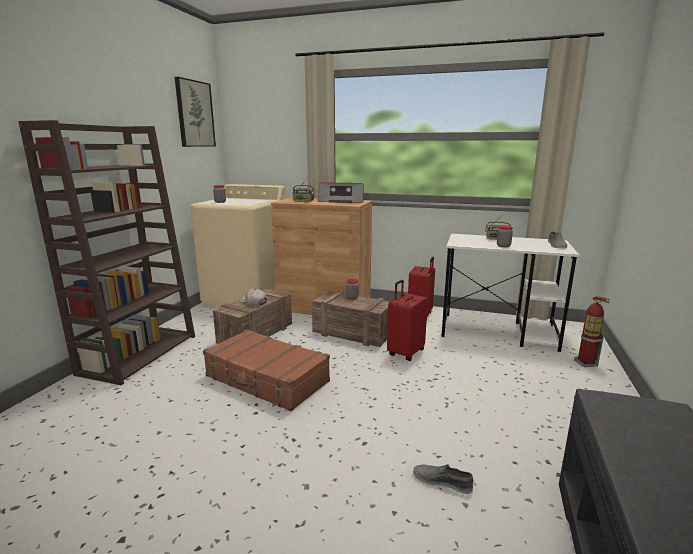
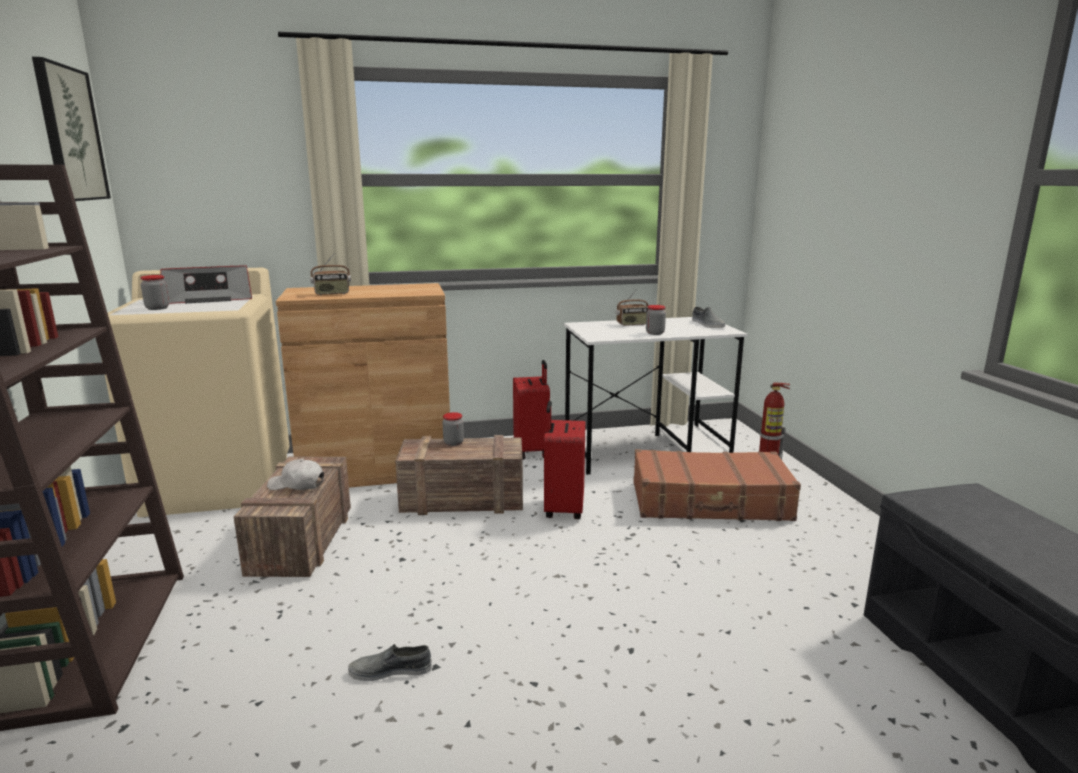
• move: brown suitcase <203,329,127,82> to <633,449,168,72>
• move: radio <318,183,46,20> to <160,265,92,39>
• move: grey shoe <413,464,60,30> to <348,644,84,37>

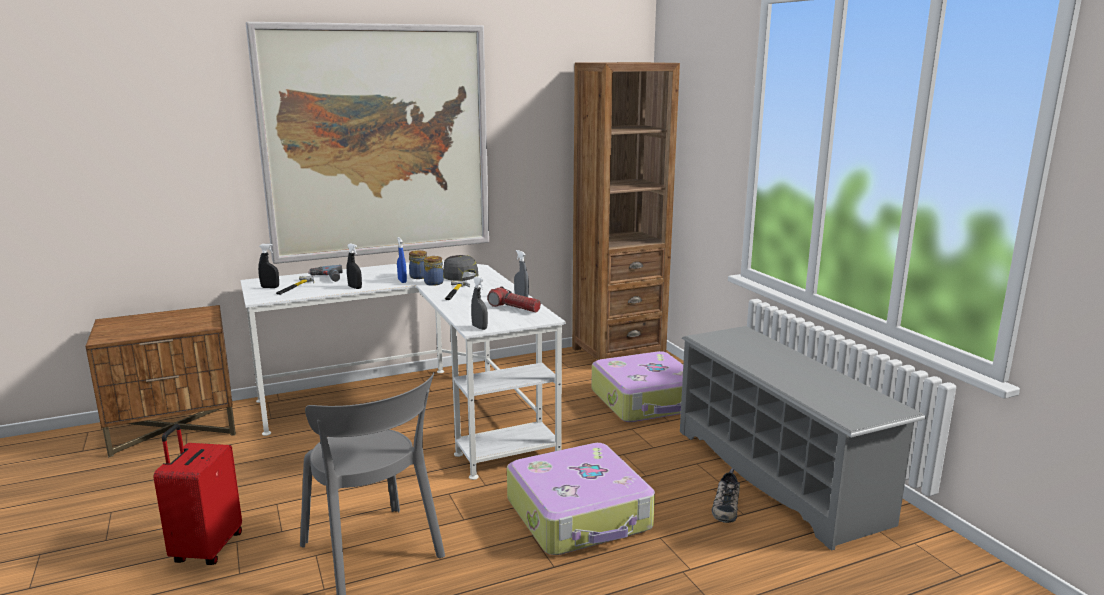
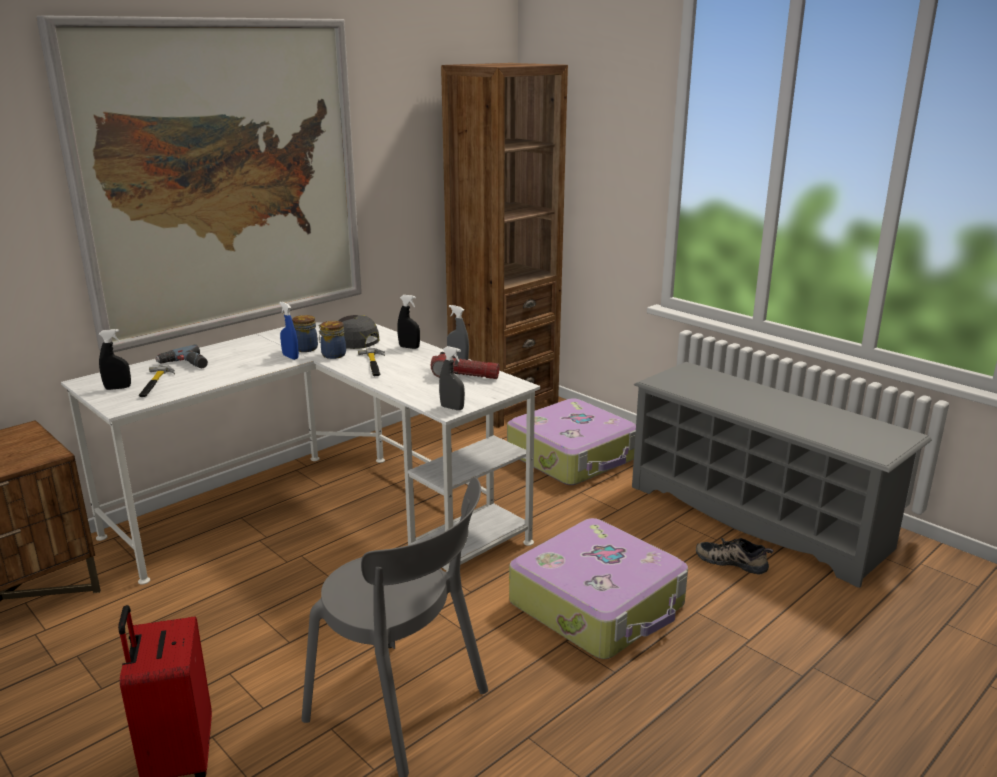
• move: black spray bottle <347,243,15,46> to <397,295,23,54>
• rotate: shoe <712,468,28,55> = <696,538,78,37> 120 degrees clockwise

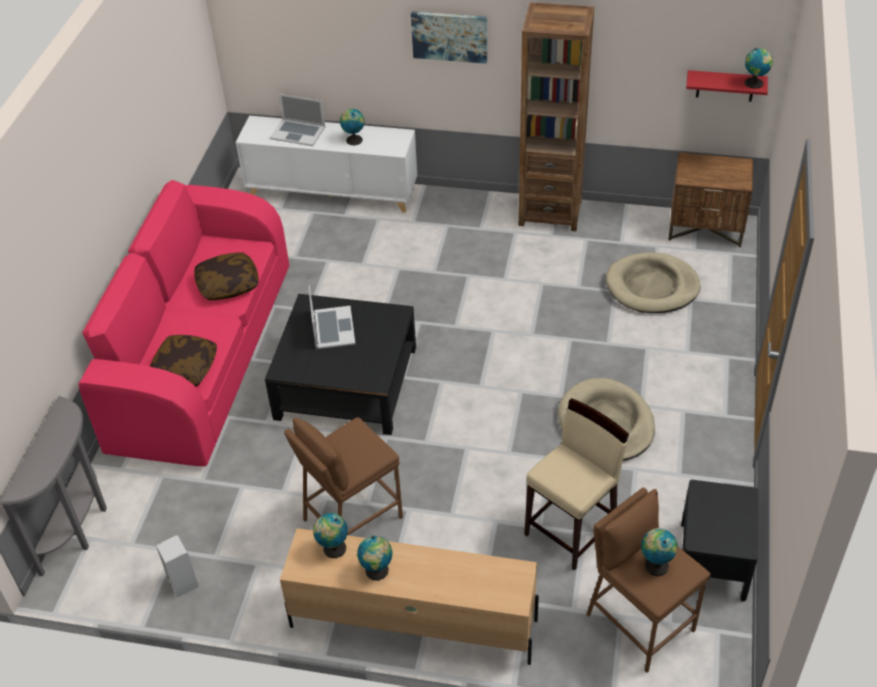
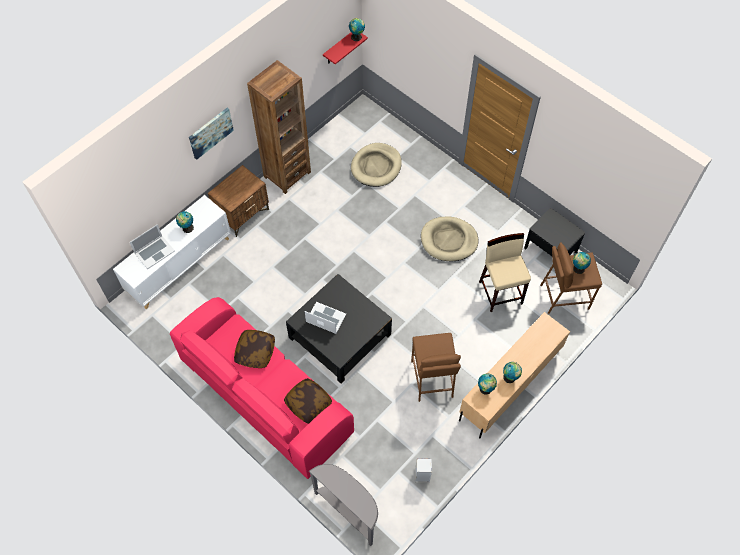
• move: brown nightstand <668,152,85,96> to <208,165,61,72>

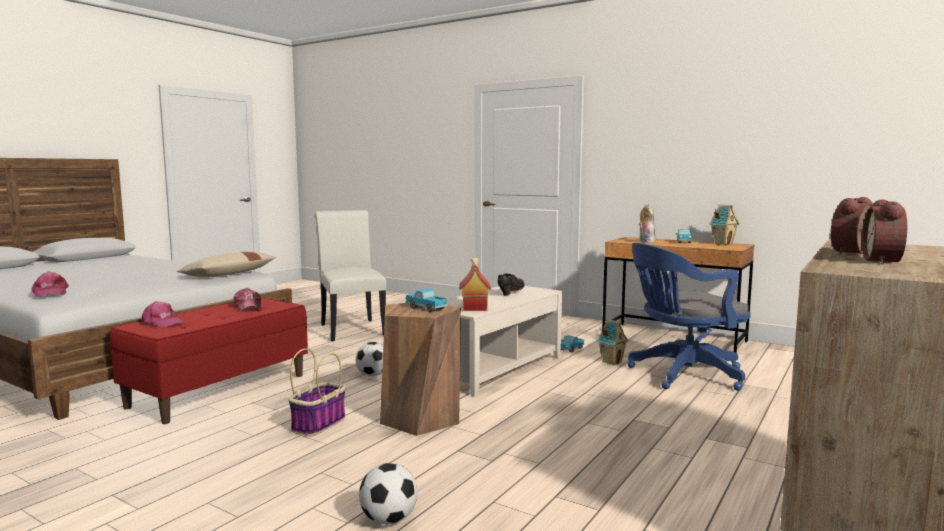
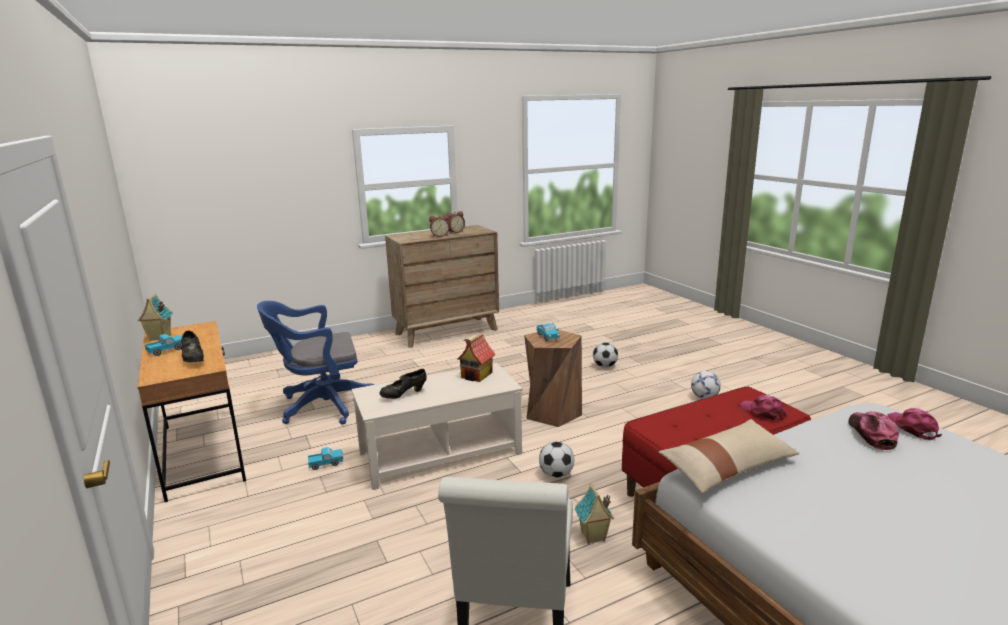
• delete: basket <288,348,58,88>
• insert: football <691,371,30,28>
• move: cap <234,288,28,24> to <848,411,51,39>
• move: toy house <597,319,31,46> to <575,483,39,61>
• replace: plush toy <639,204,17,39> to black shoe <181,331,23,31>
• rotate: blue office chair <628,243,123,148> = <257,301,117,124> 150 degrees clockwise

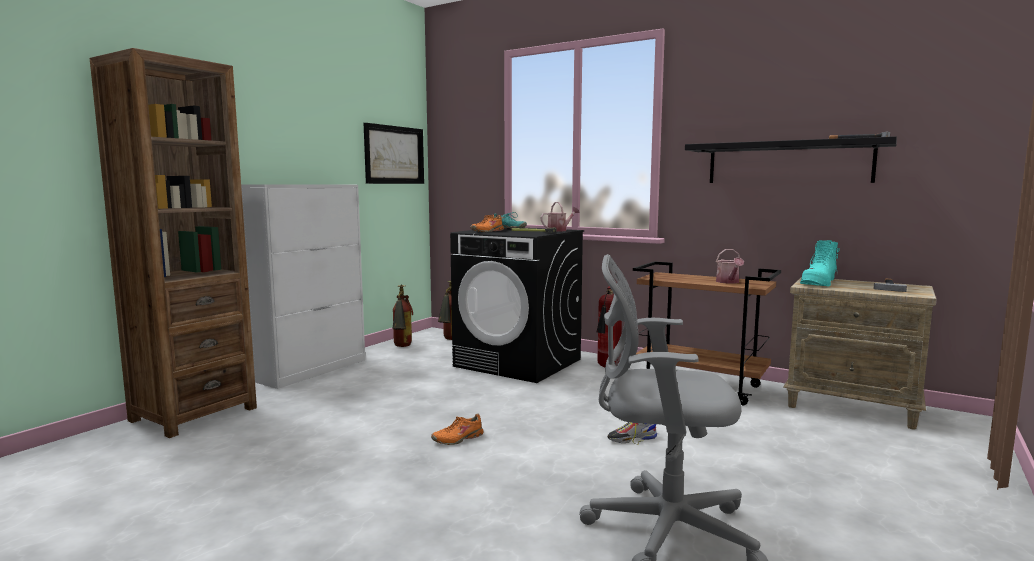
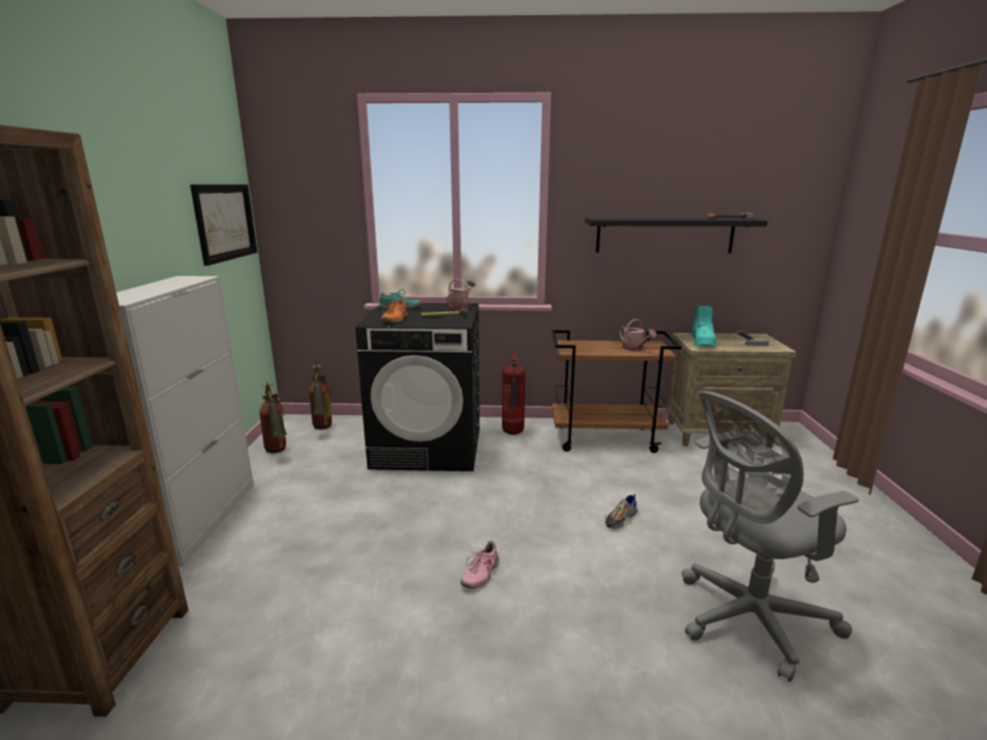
• recolor: orange shoe <431,413,52,32> to pink shoe <460,540,41,49>

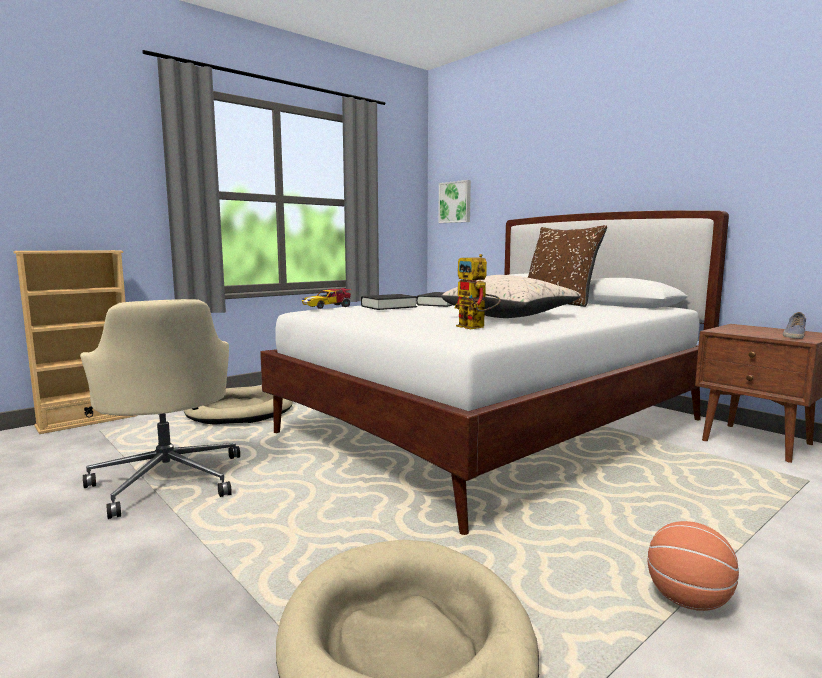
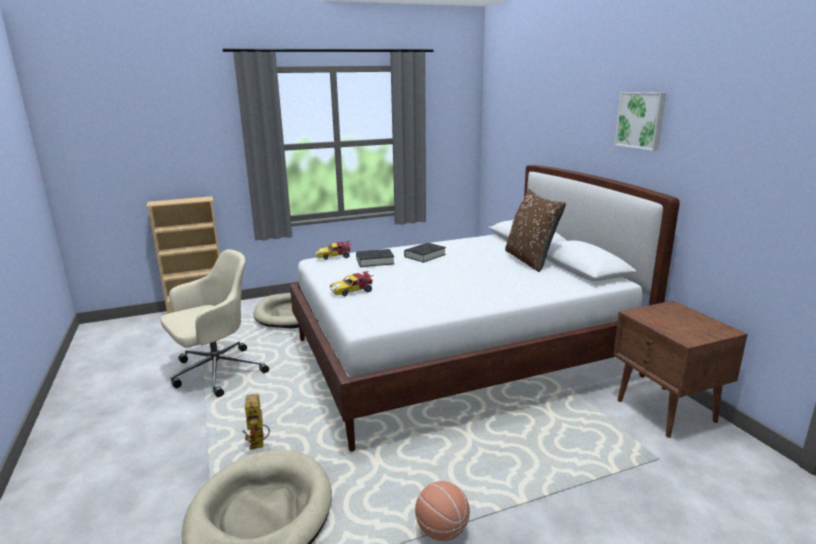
• delete: beige pillow <442,275,139,43>
• delete: shoe <783,312,23,27>
• insert: toy car <329,271,44,25>
• move: picture <438,180,33,43> to <615,92,51,59>
• move: toy robot <454,254,47,75> to <242,394,28,56>
• rotate: beige office chair <80,299,160,220> = <160,250,109,147> 120 degrees counterclockwise

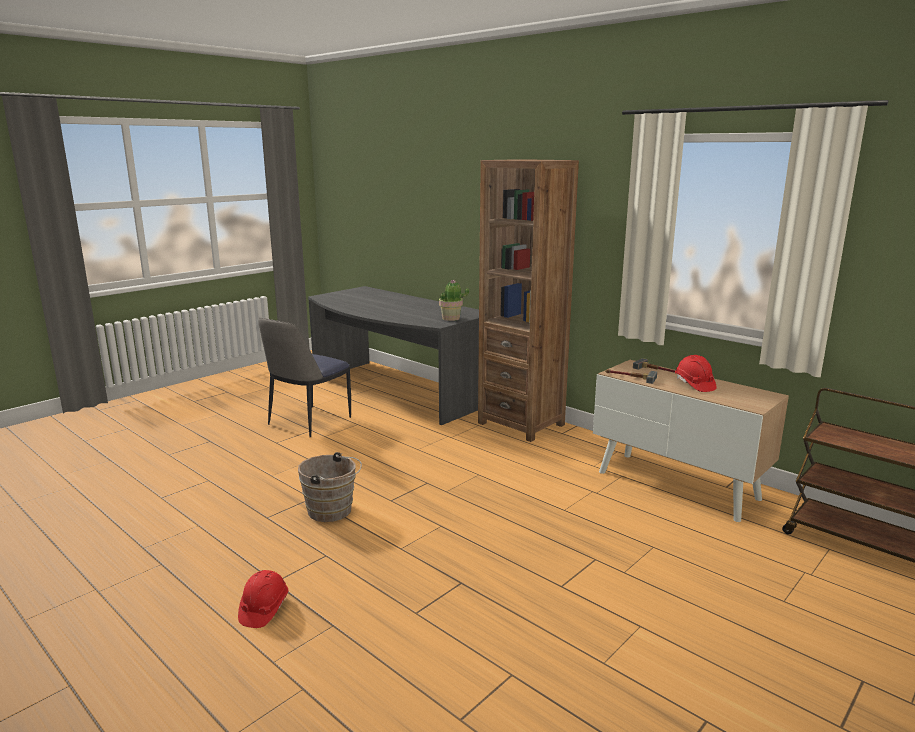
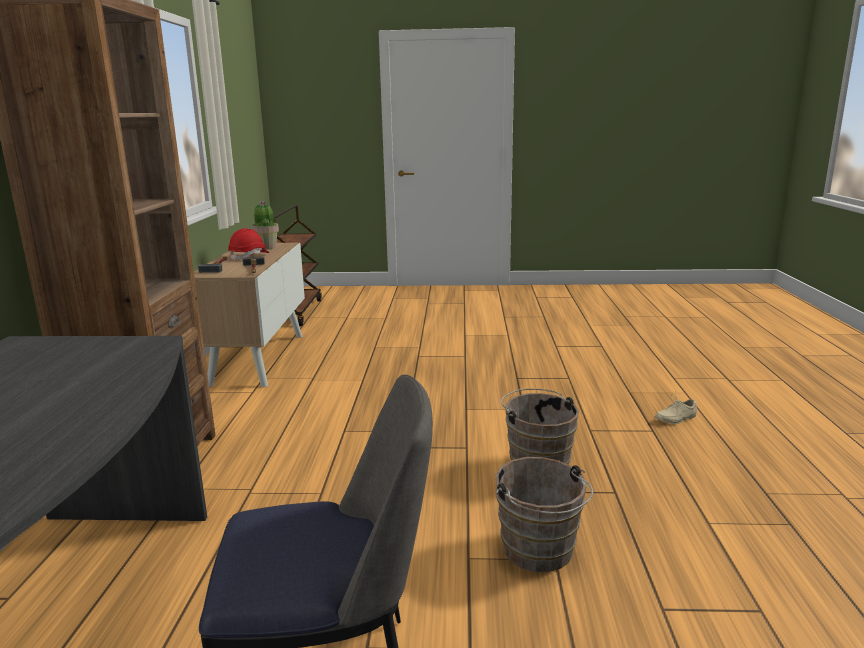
• insert: brown bucket <495,457,98,115>
• move: potted plant <439,279,30,42> to <250,201,29,49>
• replace: red hard hat <238,570,50,58> to beige shoe <655,391,42,33>

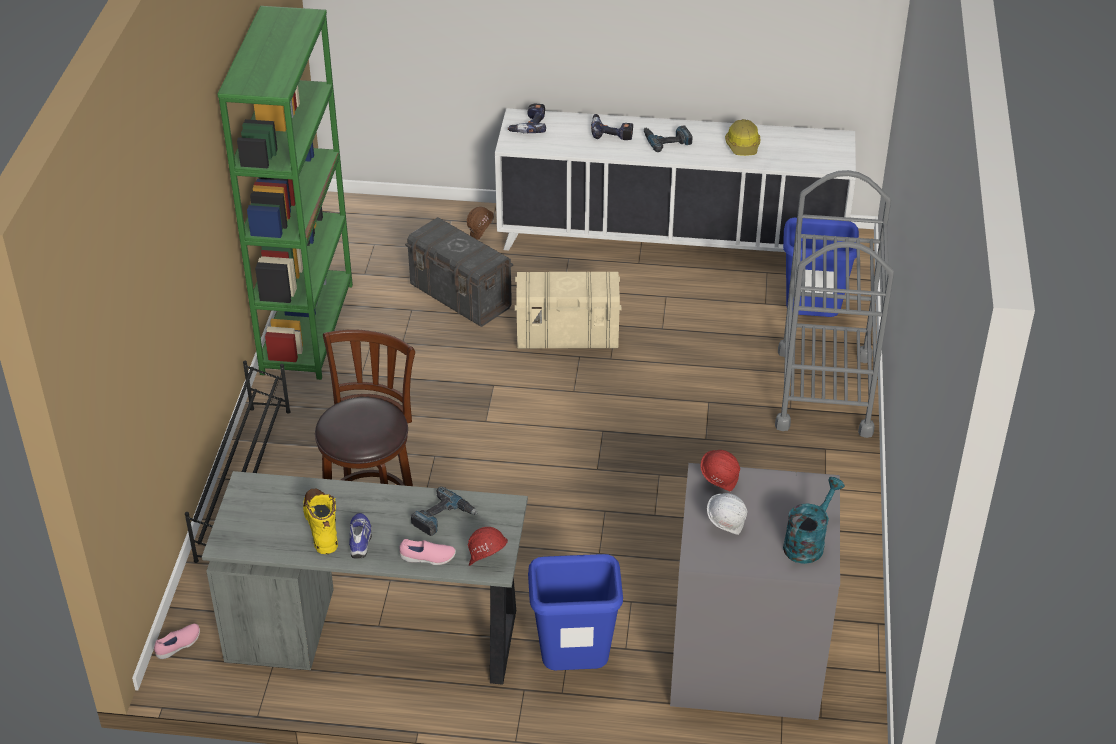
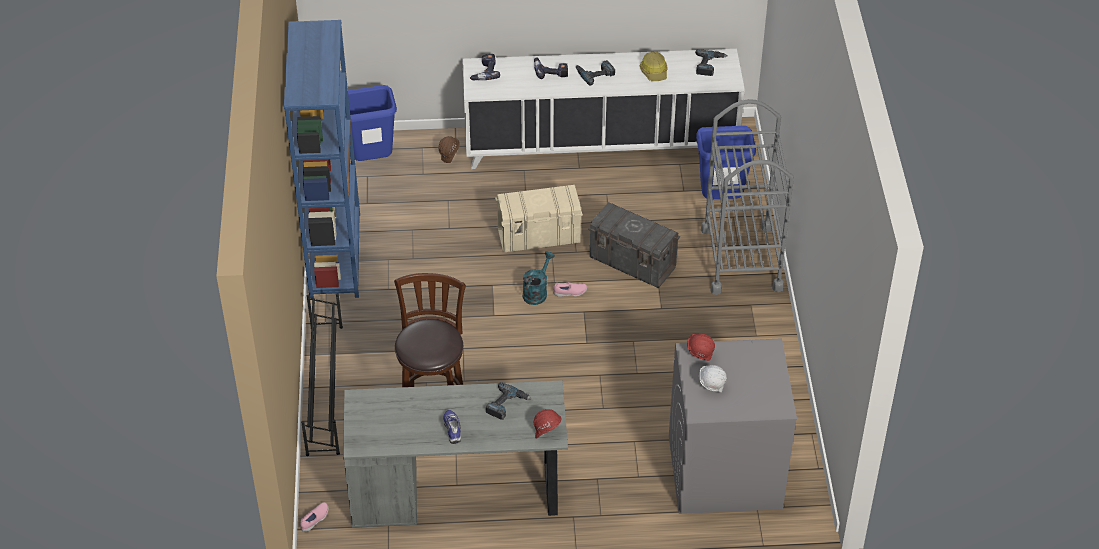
• delete: yellow boot <303,489,35,65>
• insert: power drill <695,49,32,27>
• move: pink shoe <399,539,57,26> to <553,282,34,15>
• move: grey storage box <405,217,108,110> to <588,202,92,86>
• move: blue trash can <528,554,95,116> to <345,85,52,76>
• move: turquoise watering can <783,477,62,87> to <523,251,31,54>
• recolor: green bookcase <217,6,136,374> to blue bookcase <284,20,76,279>

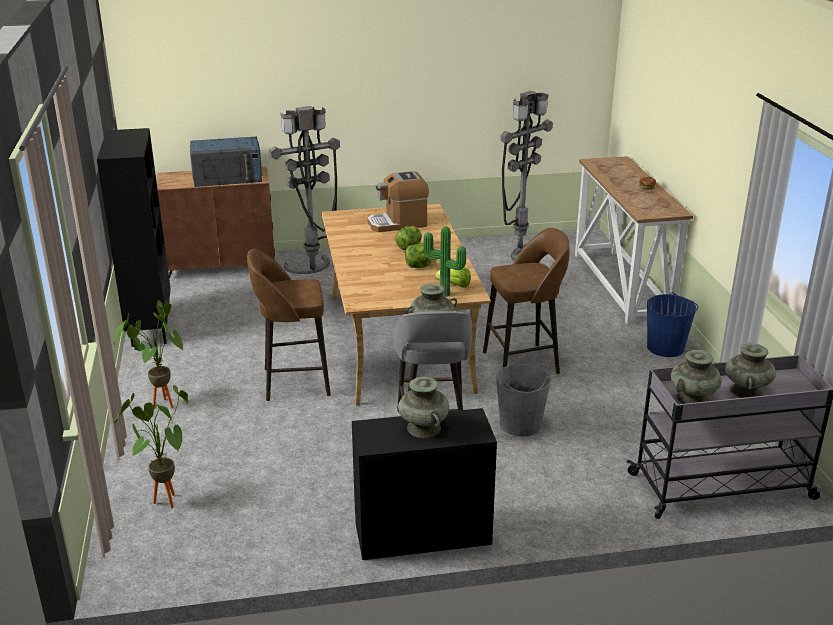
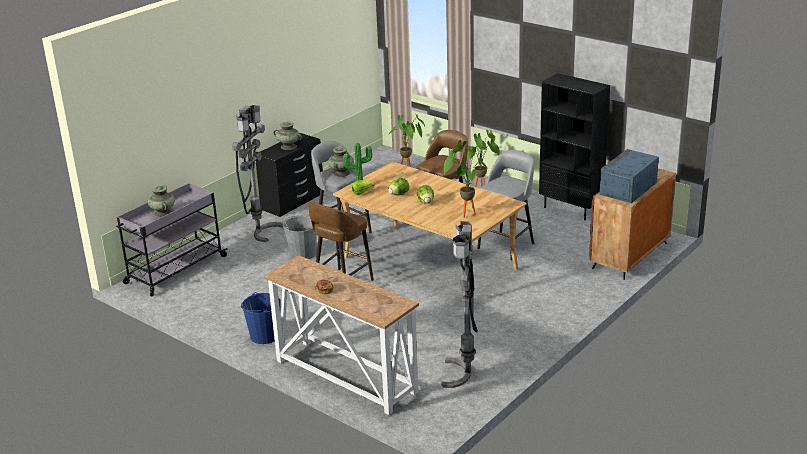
• delete: turquoise vase <671,350,51,54>
• insert: grey stool <477,150,57,111>
• move: grey floor lamp <269,106,71,168> to <232,105,51,137>
• replace: coffee machine <367,171,62,61> to potted plant <444,140,44,78>

